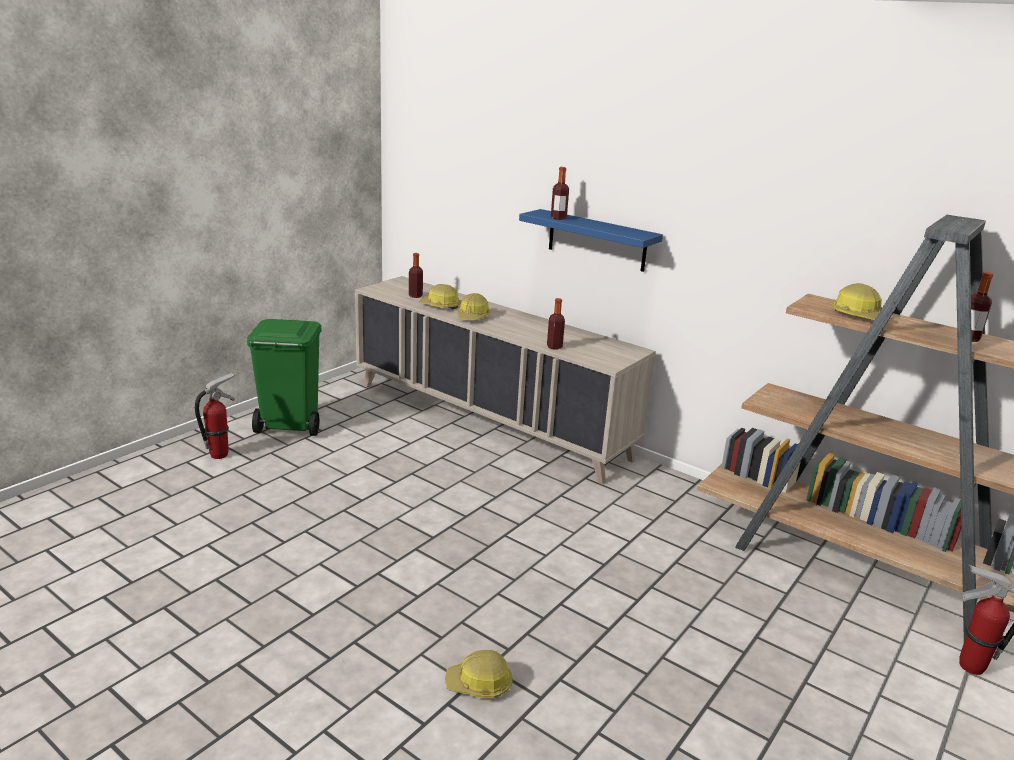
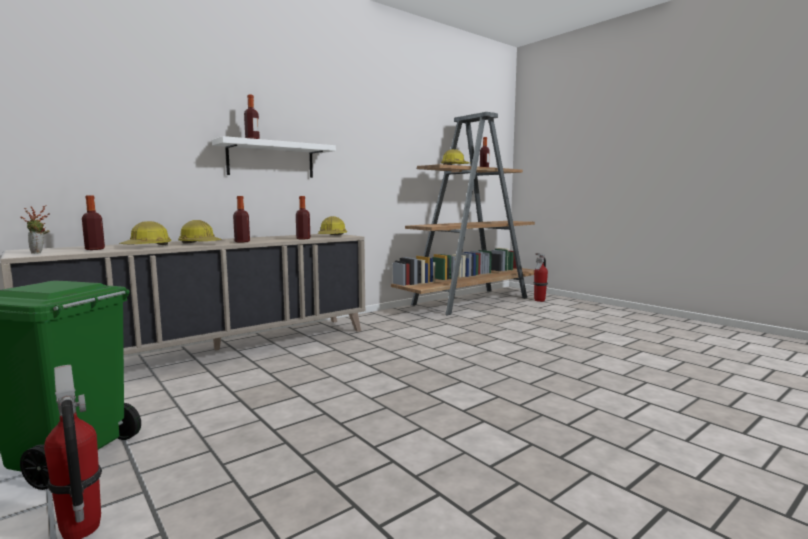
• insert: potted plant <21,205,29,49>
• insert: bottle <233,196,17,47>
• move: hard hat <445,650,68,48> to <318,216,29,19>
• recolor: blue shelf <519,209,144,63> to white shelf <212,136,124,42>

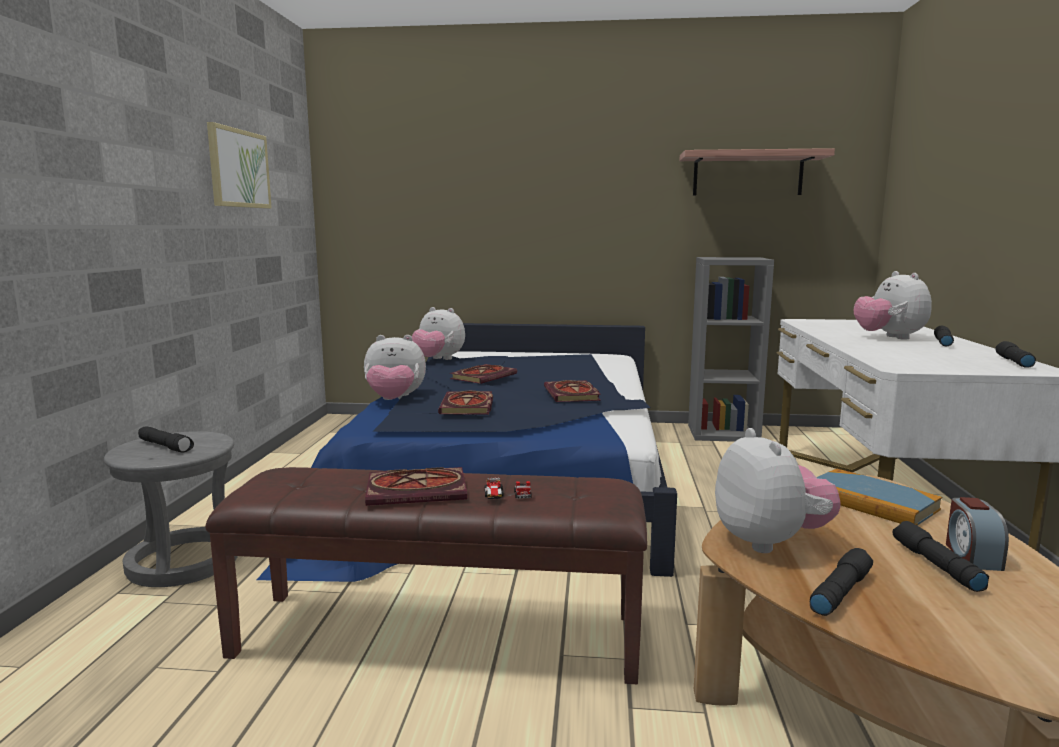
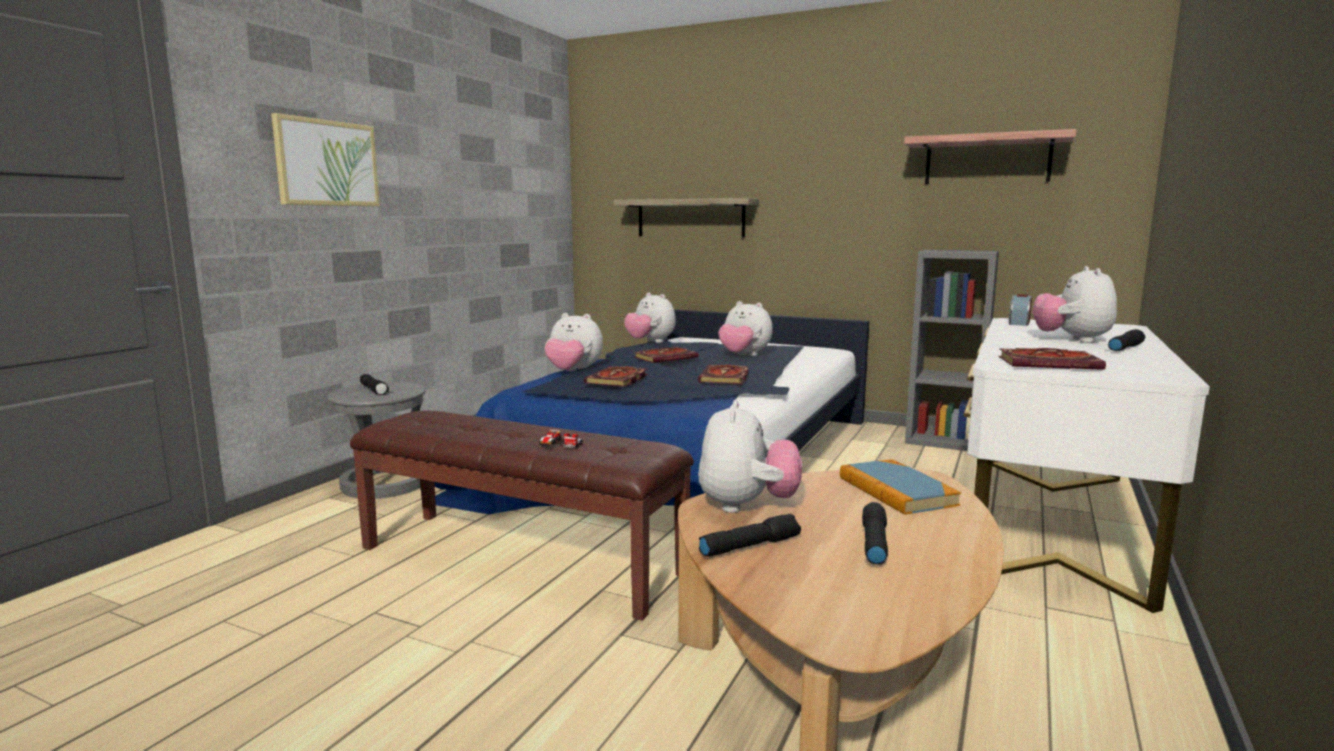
• delete: black flashlight <995,341,41,27>
• insert: shelf <614,198,145,39>
• insert: plush toy <718,301,55,55>
• move: picture <207,122,65,87> to <271,113,109,93>
• move: book <365,467,102,39> to <998,348,108,22>
• move: alarm clock <946,497,63,74> to <1009,294,23,32>

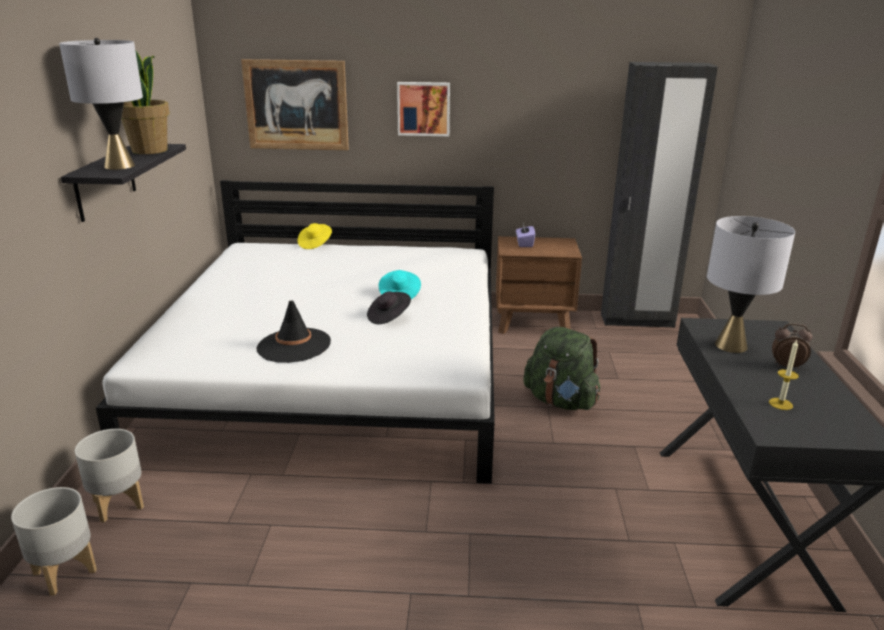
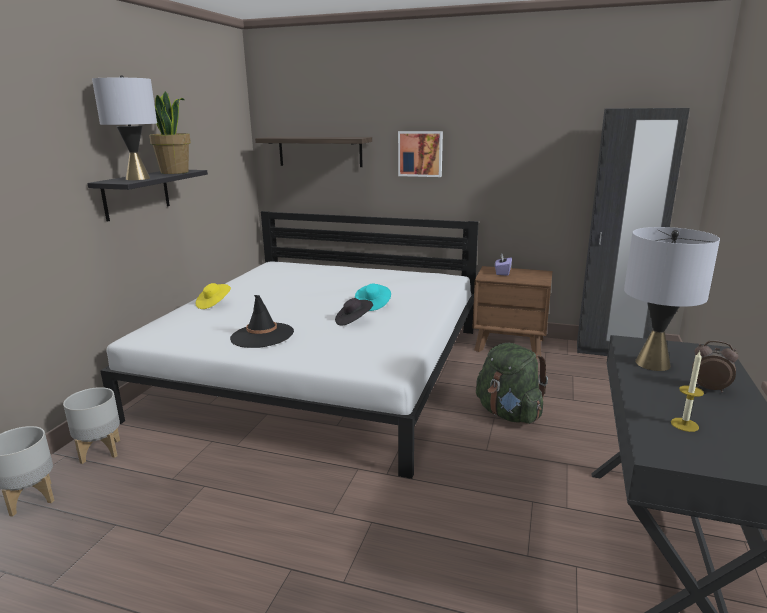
• move: yellow hat <297,223,35,26> to <196,283,35,26>
• replace: picture <241,59,108,91> to shelf <255,137,117,30>

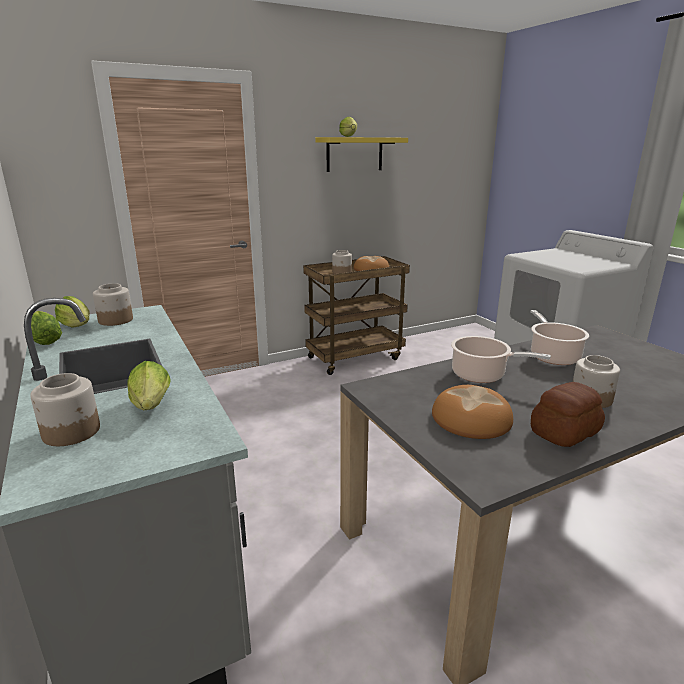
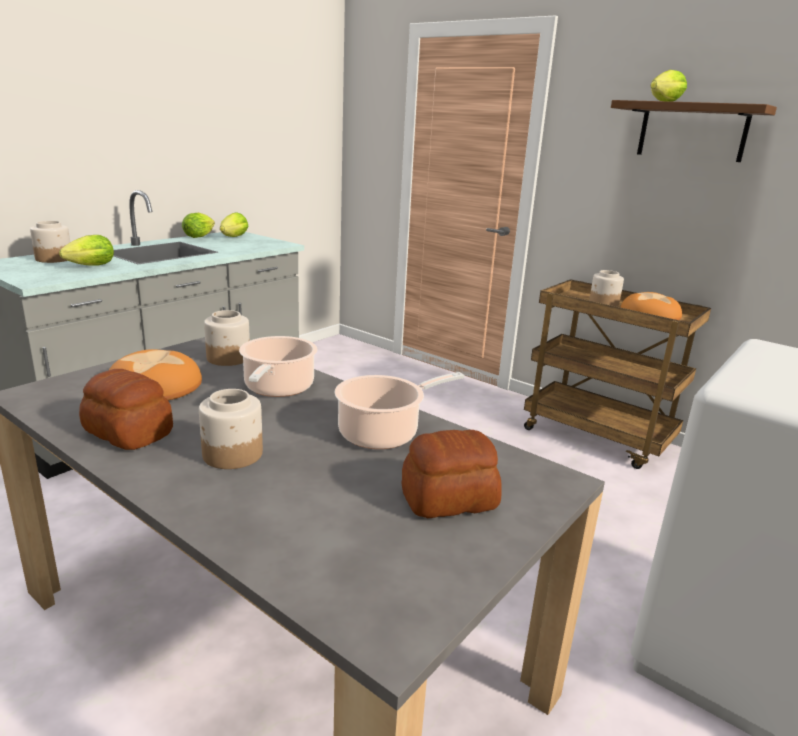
• insert: bread <401,430,101,88>
• move: jar <93,283,40,43> to <204,310,46,56>
• recolor: yellow shelf <316,137,92,35> to brown shelf <611,100,166,62>

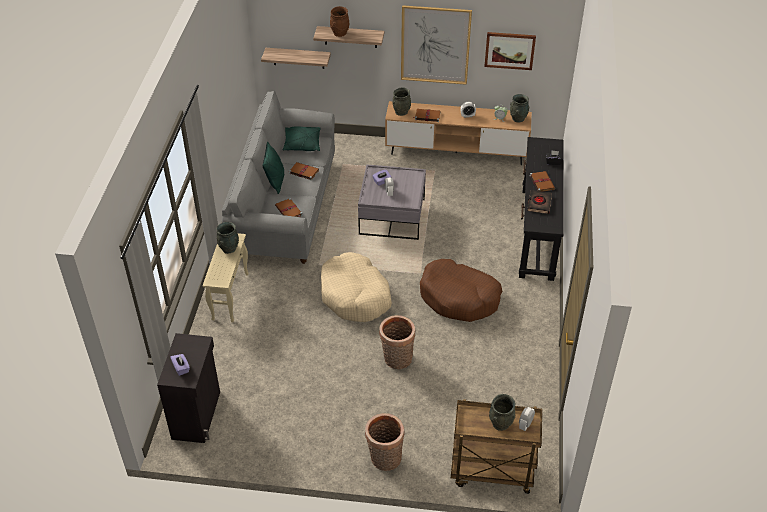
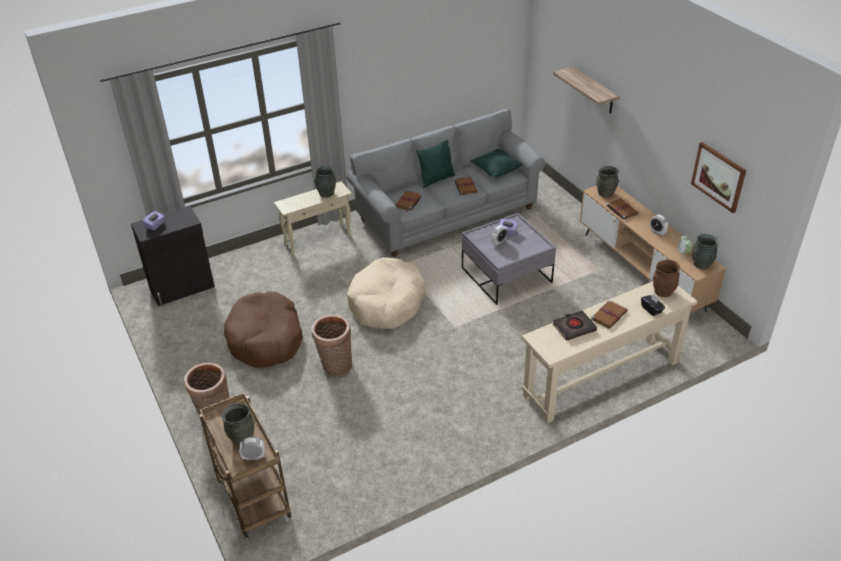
• delete: shelf <261,48,70,21>
• delete: picture <401,5,71,80>
• move: brown vase <330,6,20,31> to <653,260,27,37>
• move: brown dog bed <420,259,82,63> to <224,291,79,77>
• recolor: black console table <519,137,45,144> to beige console table <521,281,176,142>

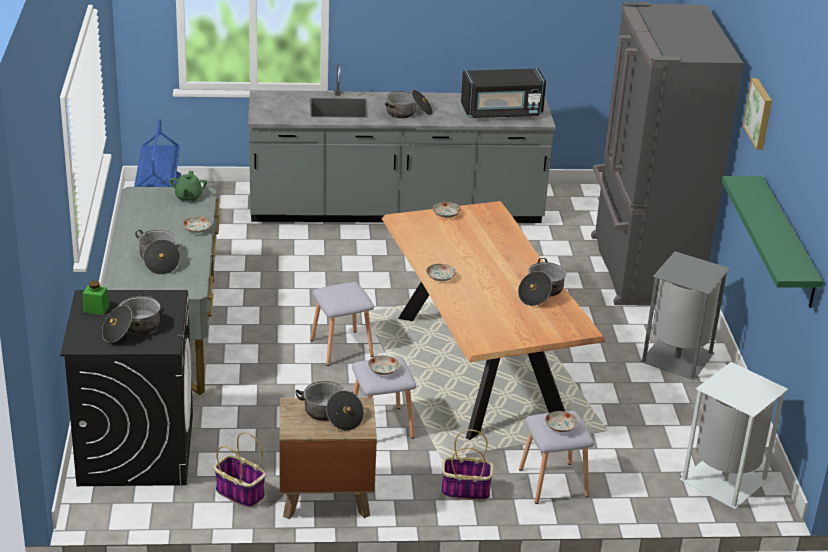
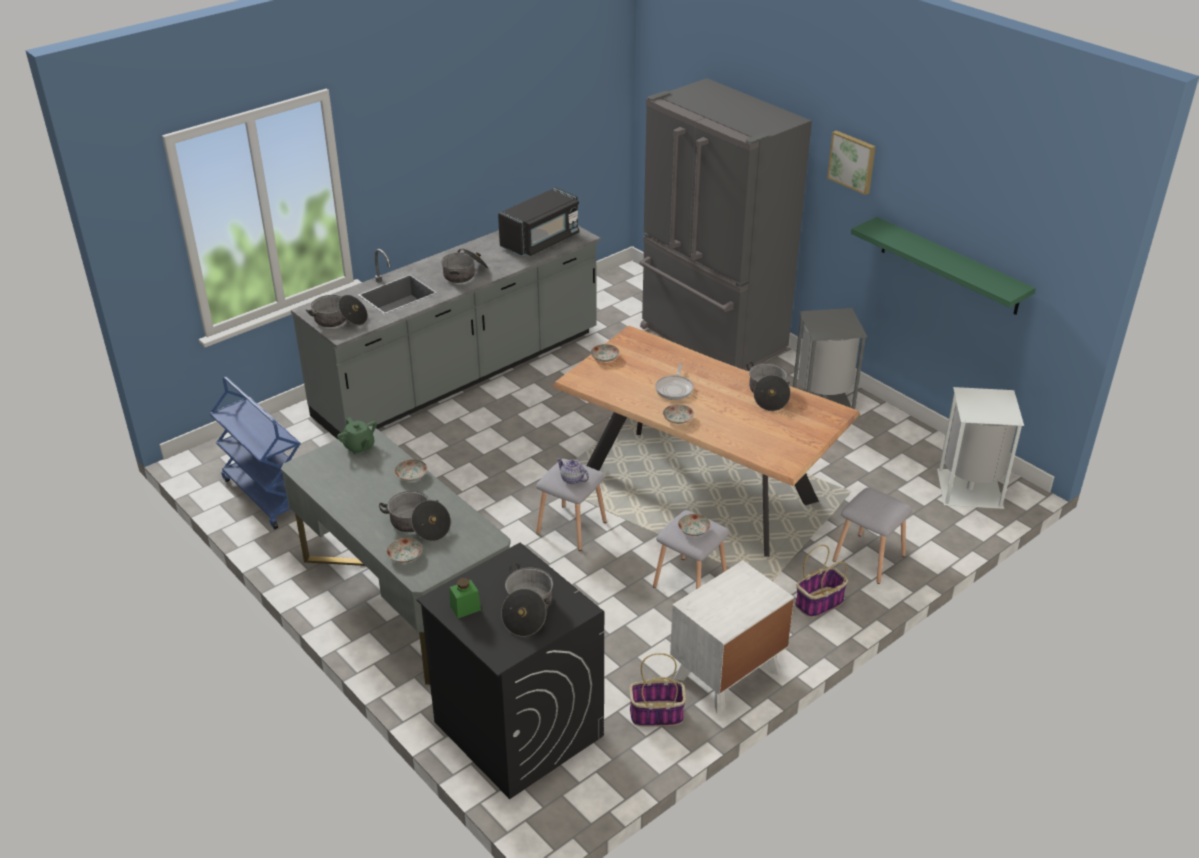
• insert: teapot <556,458,33,26>
• insert: frying pan <655,363,39,37>
• move: cooking pot <295,381,69,50> to <306,295,62,32>
• move: plate <545,411,33,21> to <386,538,36,25>
• recolor: brown nightstand <280,398,97,121> to white nightstand <670,560,124,154>

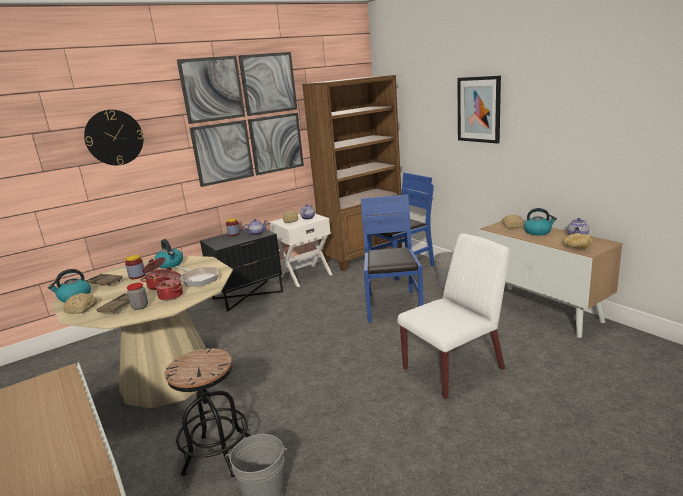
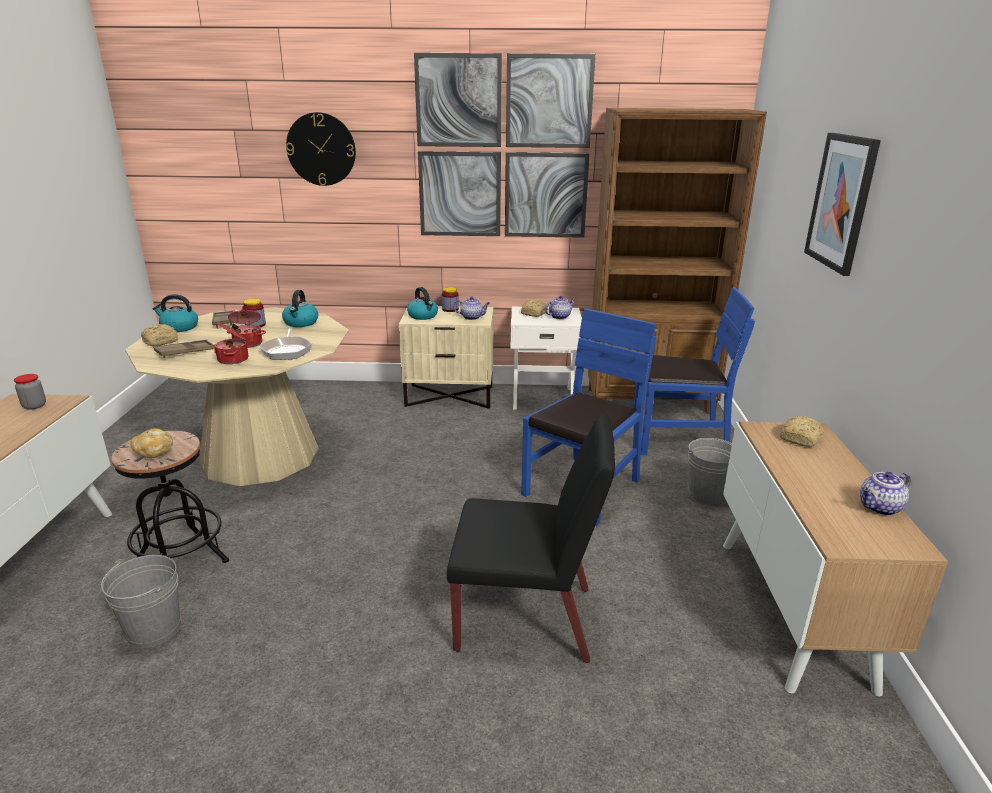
• move: jar <127,283,21,27> to <14,374,32,36>
• move: kettle <524,208,33,27> to <407,287,31,33>
• move: bread <563,233,30,16> to <130,428,43,30>
• recolor: black nightstand <200,228,83,84> to beige nightstand <399,306,94,103>
• recolor: white chair <398,233,112,166> to black chair <447,414,168,249>

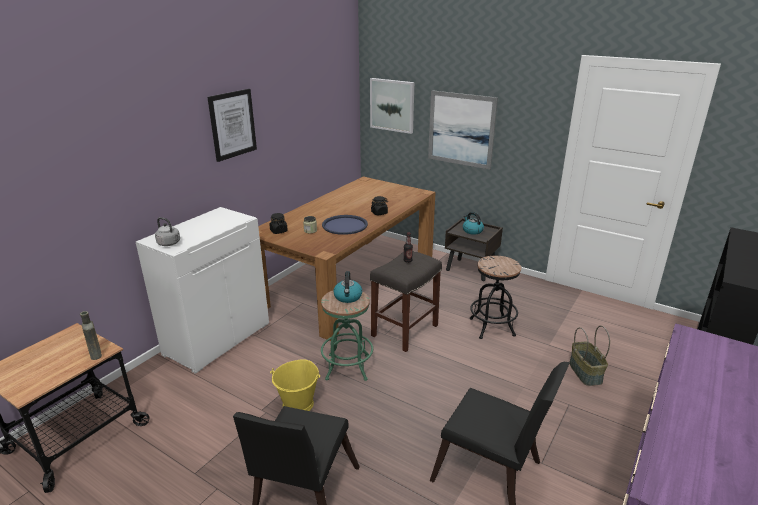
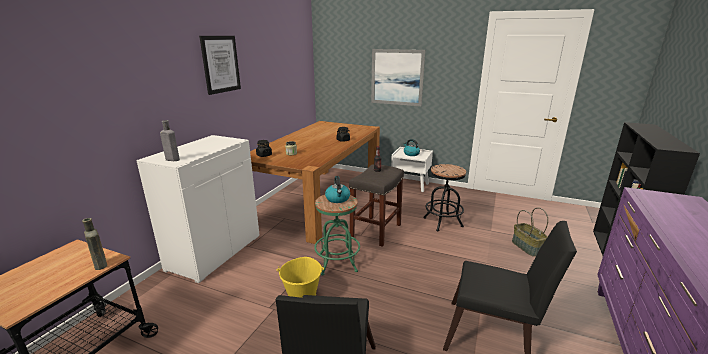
• delete: blue tray <322,215,46,20>
• delete: picture <370,78,44,56>
• replace: grey kettle <155,217,25,29> to grey bottle <160,120,20,41>
• recolor: brown nightstand <445,218,58,63> to white nightstand <391,147,42,45>

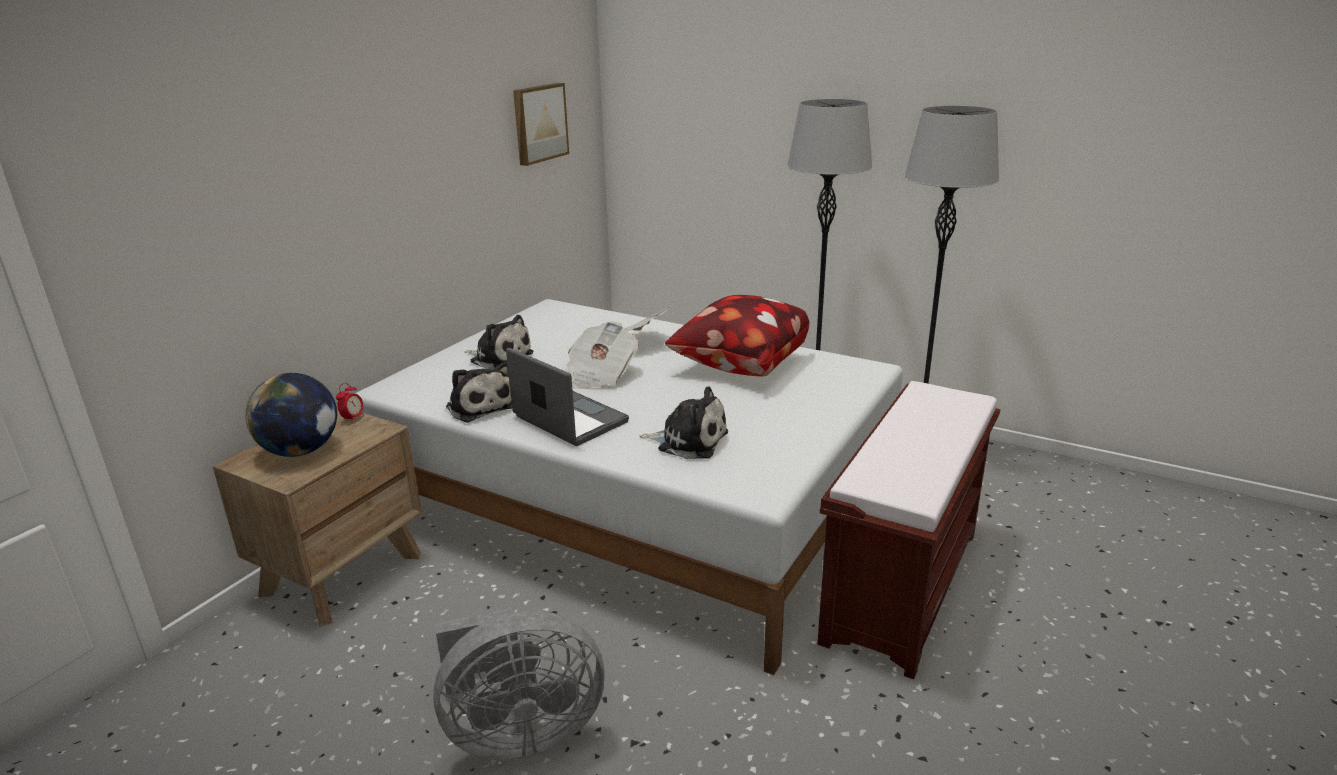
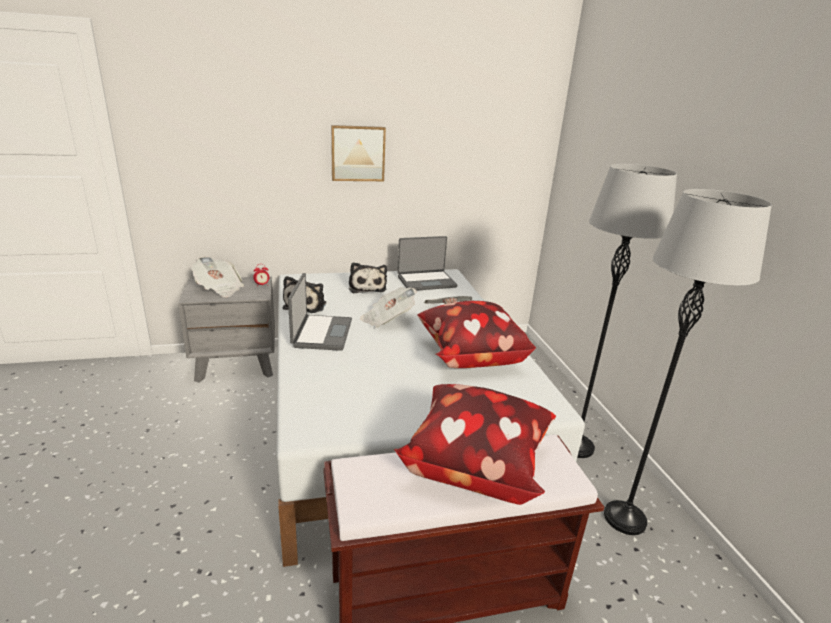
• delete: grey fan <433,608,171,152>
• delete: plush toy <640,386,88,73>
• insert: pillow <393,384,163,121>
• insert: laptop <397,236,60,55>
• move: picture <513,83,56,83> to <331,125,55,56>
• replace: globe <245,373,92,84> to newspaper <191,256,53,41>
• recolor: brown nightstand <212,405,210,222> to grey nightstand <178,277,97,106>

